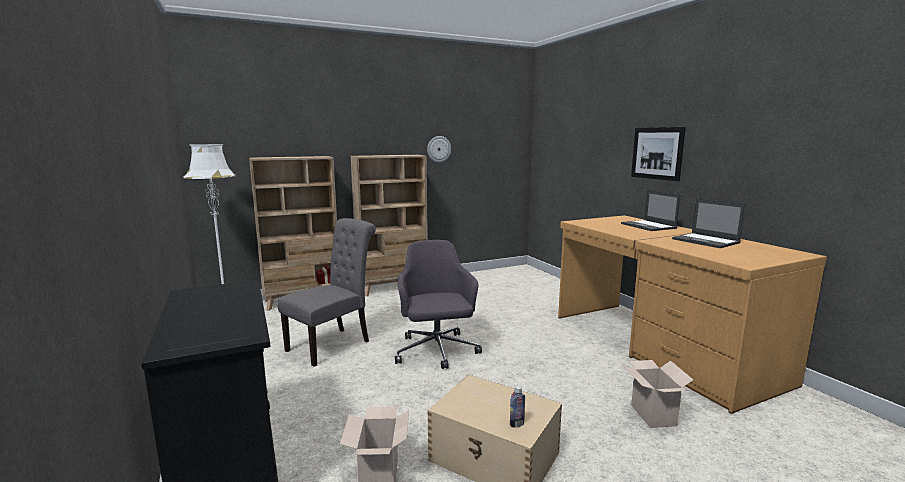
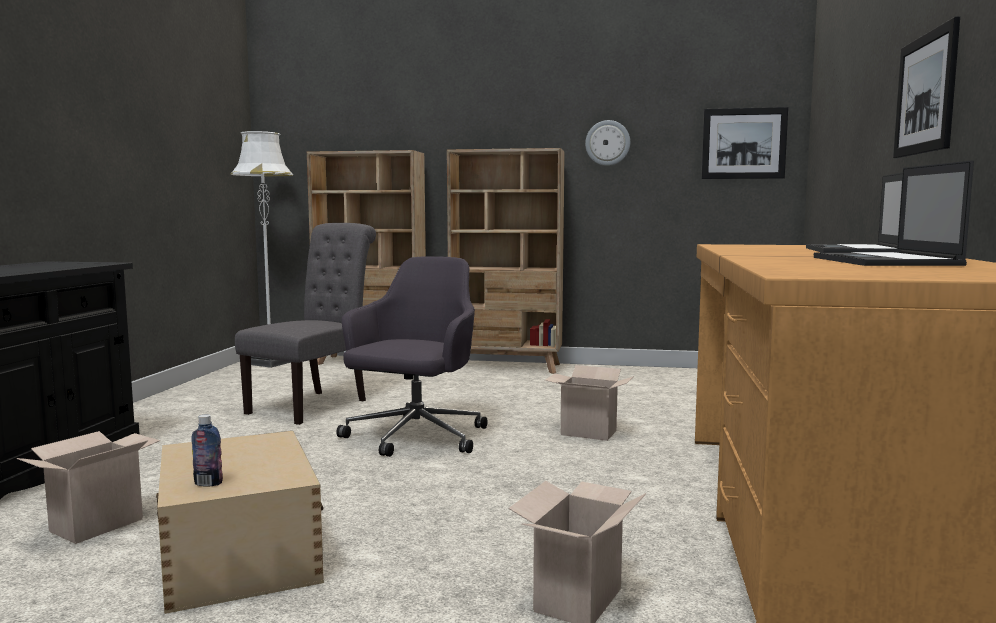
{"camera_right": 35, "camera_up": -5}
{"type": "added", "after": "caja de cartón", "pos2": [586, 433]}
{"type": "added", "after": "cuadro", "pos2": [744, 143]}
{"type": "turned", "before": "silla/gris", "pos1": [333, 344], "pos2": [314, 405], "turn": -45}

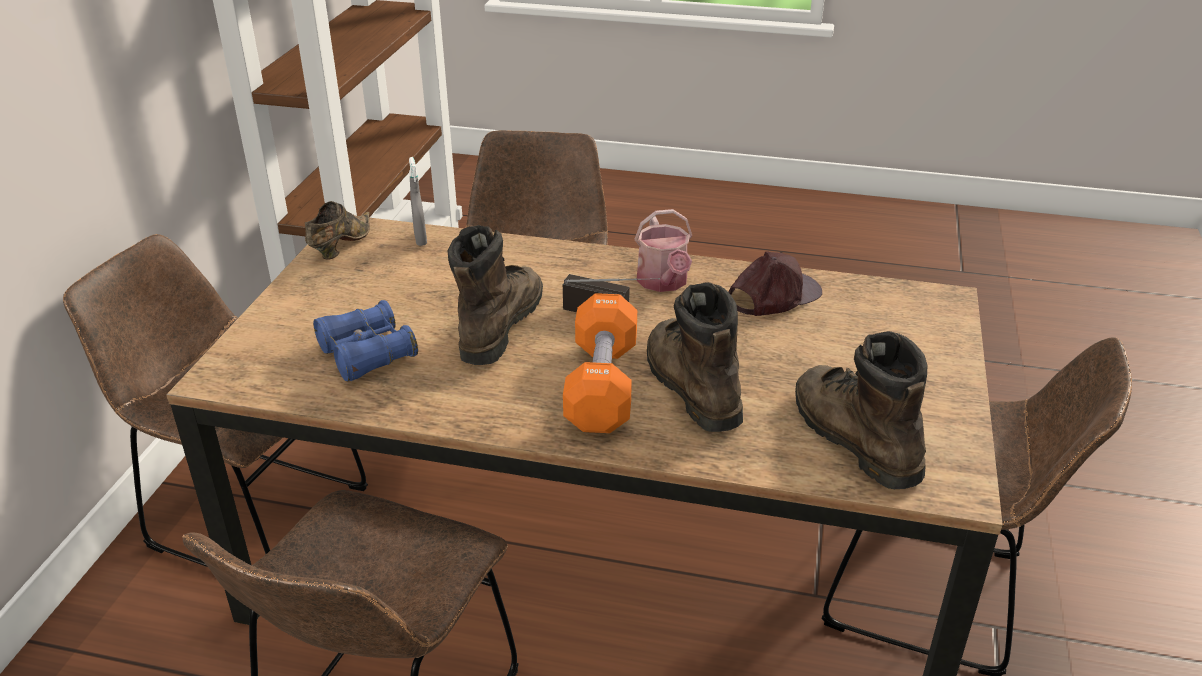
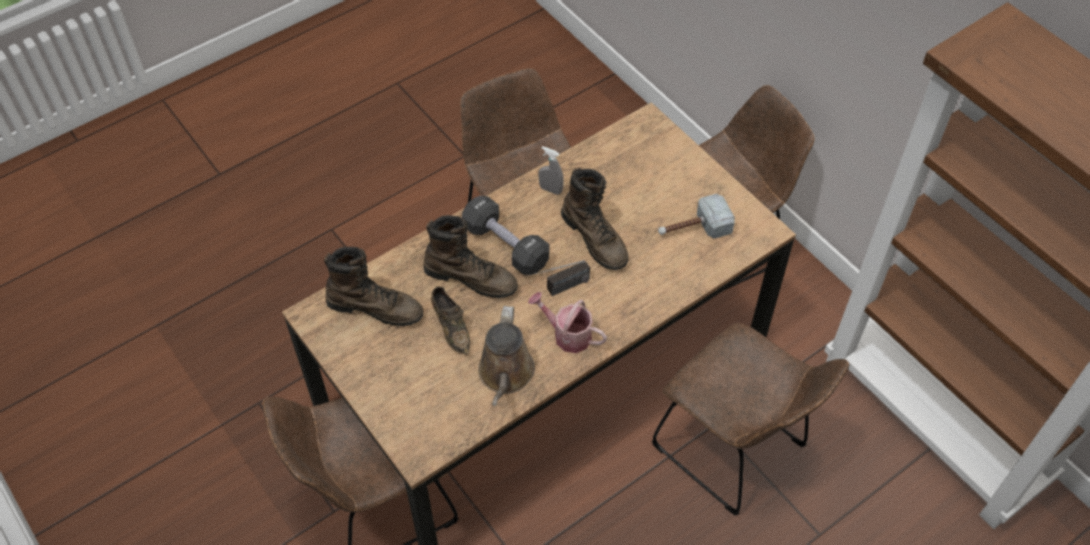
{"camera_right": 130, "camera_up": 20}
{"type": "removed", "before": "prismáticos/azul", "pos1": [367, 354]}
{"type": "added", "after": "martillo", "pos2": [693, 229]}
{"type": "moved", "before": "zapato/marrón", "pos1": [339, 246], "pos2": [451, 328]}
{"type": "moved", "before": "pulverizador/gris", "pos1": [420, 239], "pos2": [550, 190]}
{"type": "replaced", "before": "gorra/marrón", "after": "regadera/marrón", "pos1": [773, 295], "pos2": [506, 375]}
{"type": "recoloured", "before": "mancuerna/naranja", "after": "mancuerna/negro", "pos1": [602, 385], "pos2": [505, 245]}

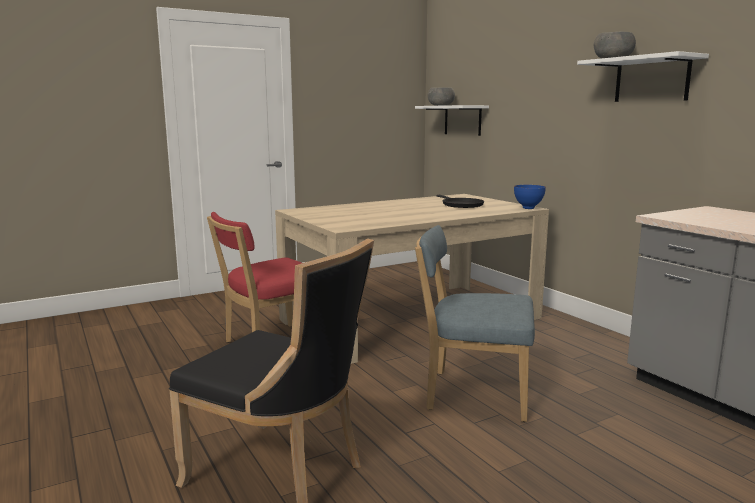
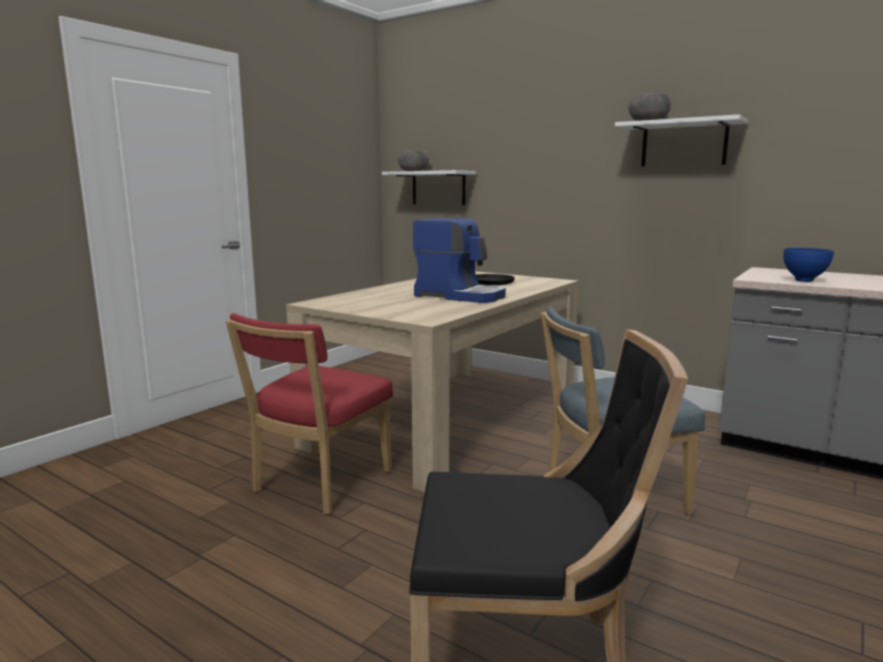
{"camera_right": -25, "camera_up": 0}
{"type": "added", "after": "cafetera", "pos2": [460, 296]}
{"type": "moved", "before": "cuenco/azul", "pos1": [527, 208], "pos2": [802, 281]}

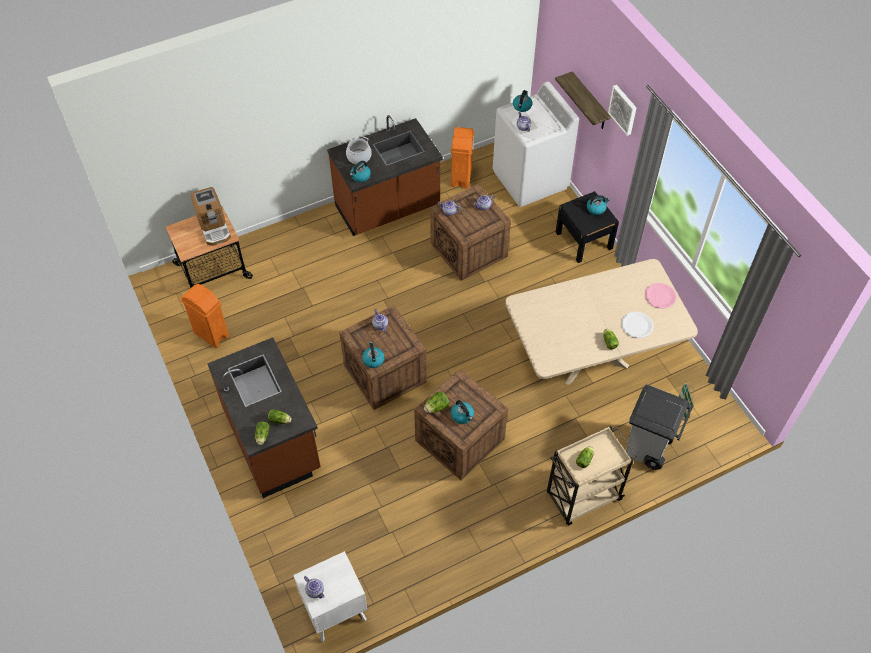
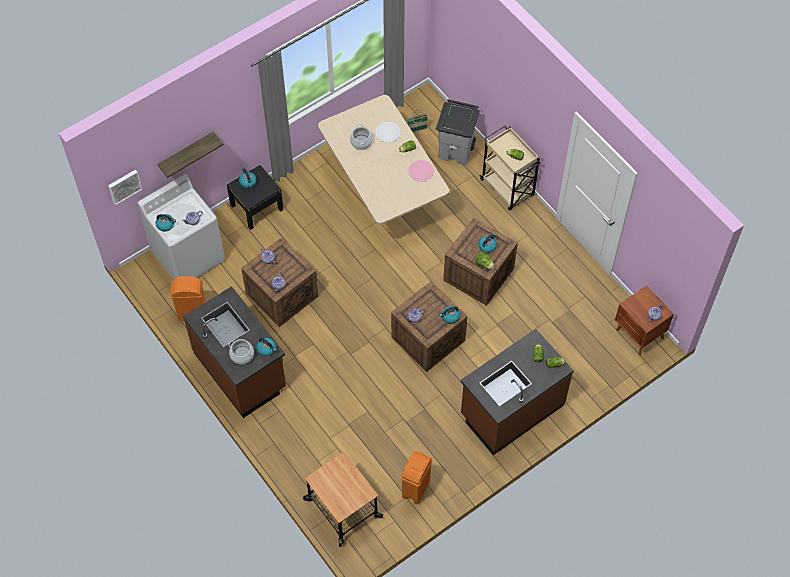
{"camera_right": -100, "camera_up": 5}
{"type": "removed", "before": "cafetera", "pos1": [214, 227]}
{"type": "added", "after": "olla", "pos2": [361, 142]}
{"type": "moved", "before": "cuadro", "pos1": [623, 109], "pos2": [124, 186]}
{"type": "moved", "before": "plato/rosa", "pos1": [660, 296], "pos2": [421, 171]}
{"type": "recoloured", "before": "mesita de noche/blanco", "after": "mesita de noche/marrón", "pos1": [334, 611], "pos2": [639, 334]}

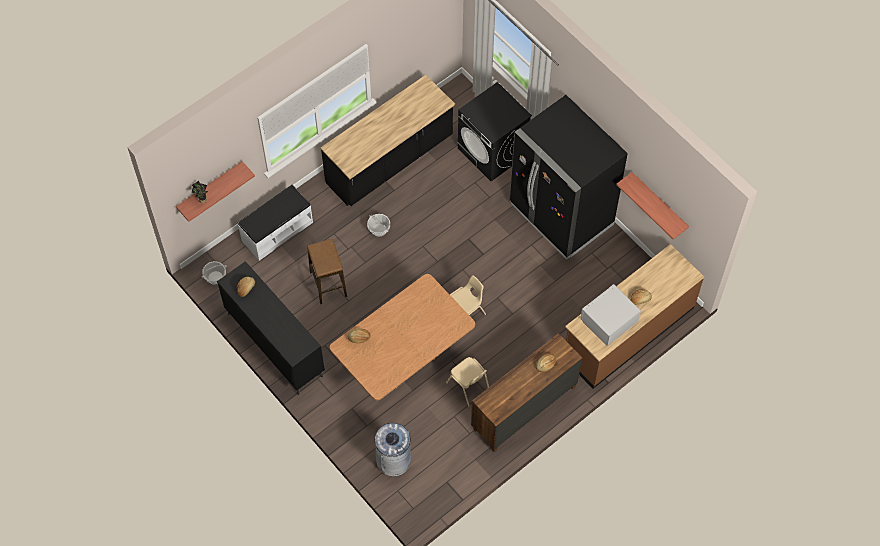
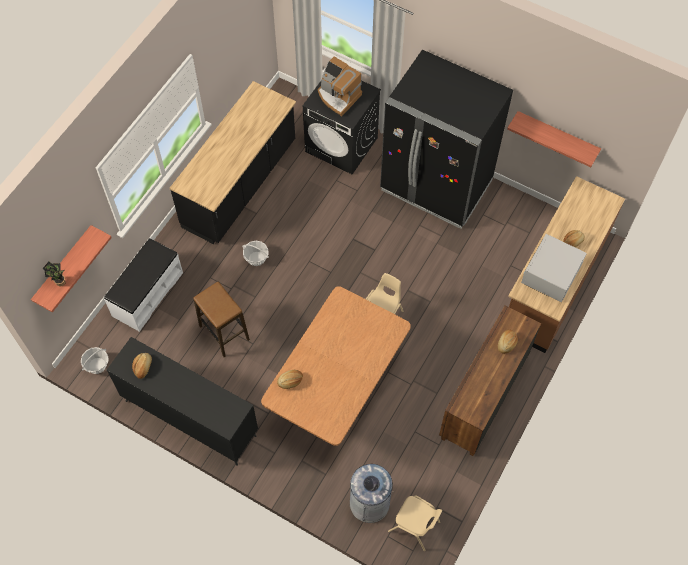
{"camera_right": -20, "camera_up": 0}
{"type": "added", "after": "cafetera", "pos2": [338, 96]}
{"type": "moved", "before": "silla/beis", "pos1": [468, 386], "pos2": [414, 527]}

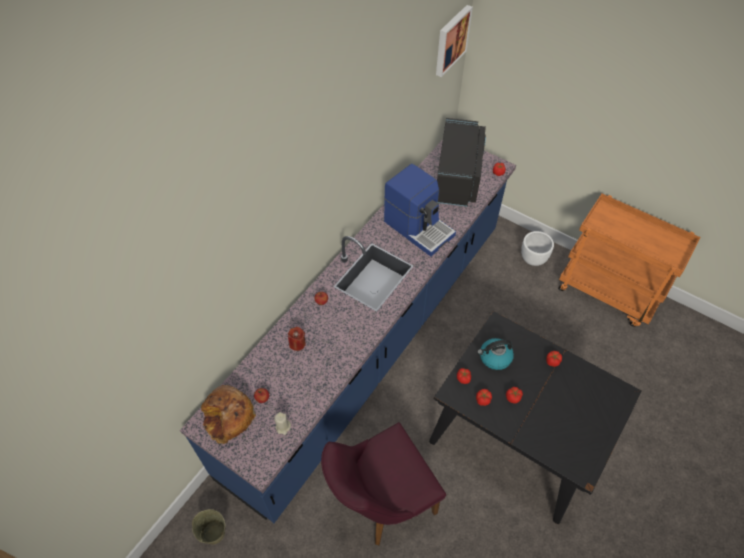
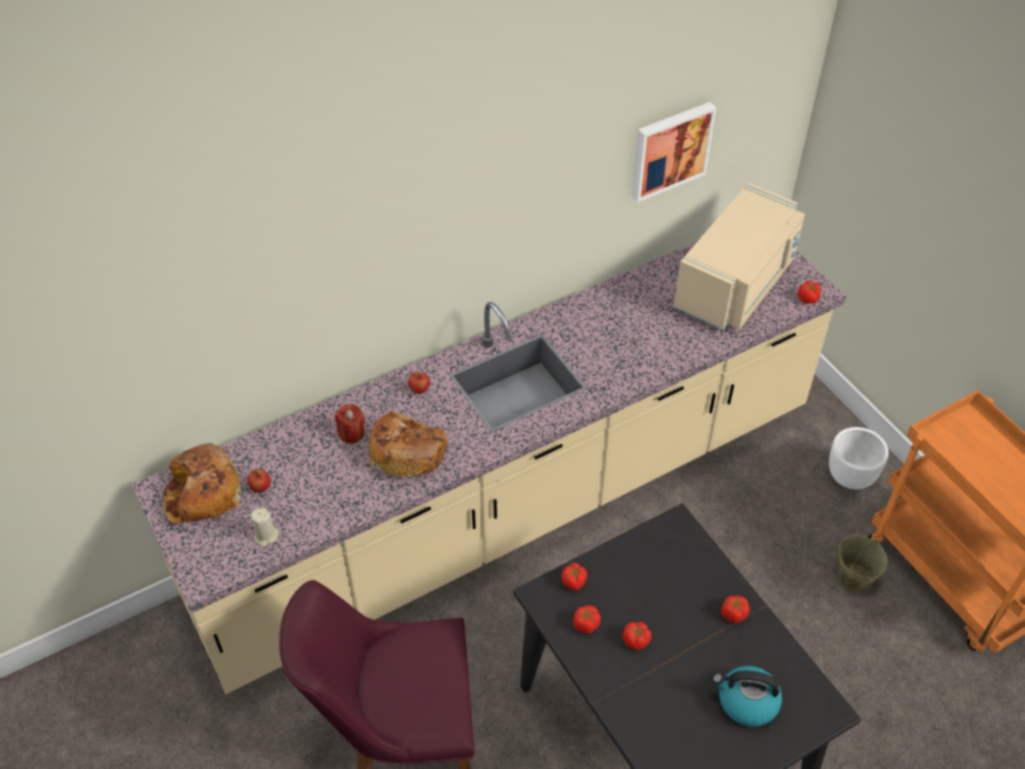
{"camera_right": 25, "camera_up": -5}
{"type": "removed", "before": "cafetera", "pos1": [419, 227]}
{"type": "added", "after": "pan", "pos2": [407, 451]}
{"type": "moved", "before": "cubo/beis", "pos1": [213, 532], "pos2": [853, 577]}
{"type": "moved", "before": "cuadro", "pos1": [451, 40], "pos2": [670, 149]}
{"type": "moved", "before": "hervidor", "pos1": [494, 358], "pos2": [746, 702]}
{"type": "recoloured", "before": "mueble bajo de cocina/azul", "after": "mueble bajo de cocina/beis", "pos1": [372, 344], "pos2": [512, 507]}
{"type": "recoloured", "before": "microondas/negro", "after": "microondas/beis", "pos1": [458, 177], "pos2": [736, 285]}

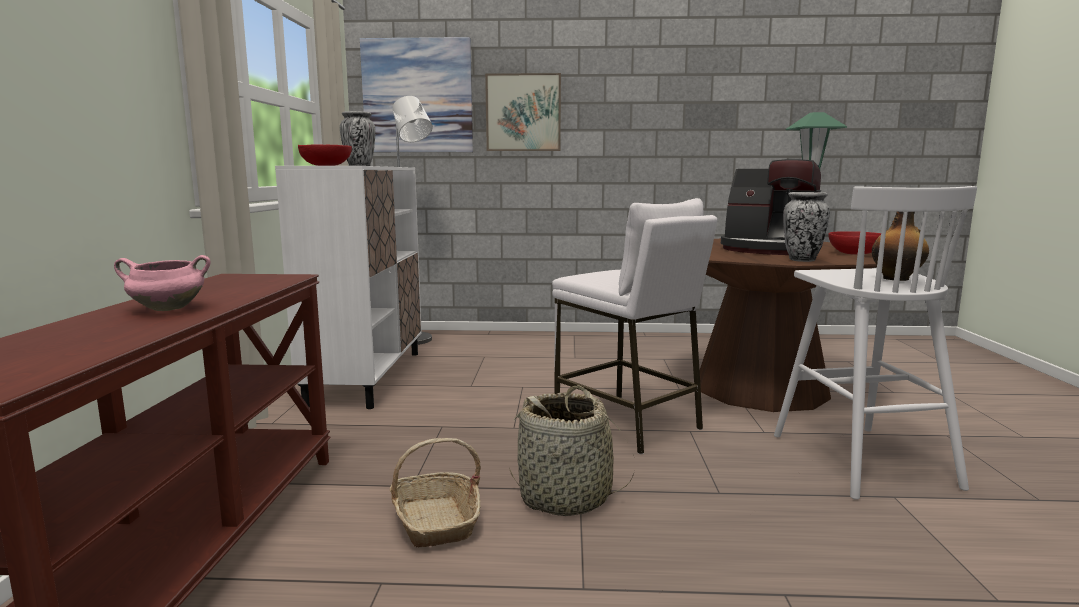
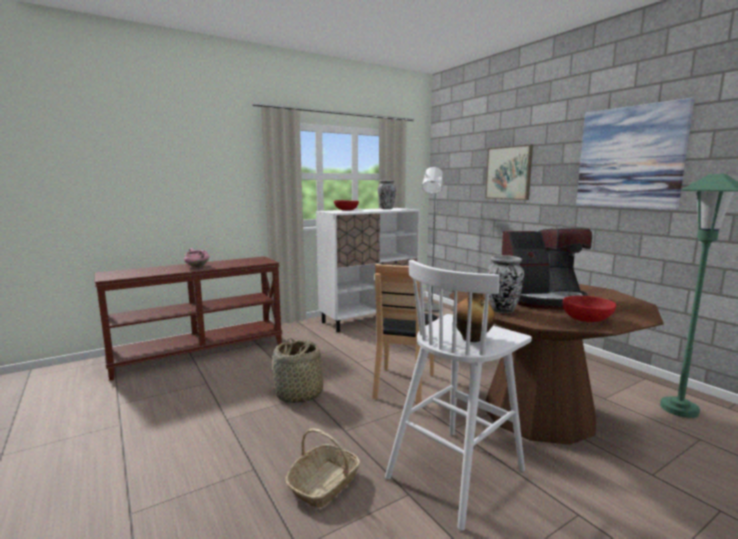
{"camera_right": 55, "camera_up": 0}
{"type": "moved", "before": "cuadro", "pos1": [417, 96], "pos2": [629, 158]}
{"type": "moved", "before": "cesta", "pos1": [435, 521], "pos2": [324, 484]}
{"type": "replaced", "before": "taburete/blanco", "after": "silla/marrón", "pos1": [627, 423], "pos2": [403, 385]}
{"type": "turned", "before": "cafetera", "pos1": [768, 249], "pos2": [541, 299], "turn": -90}

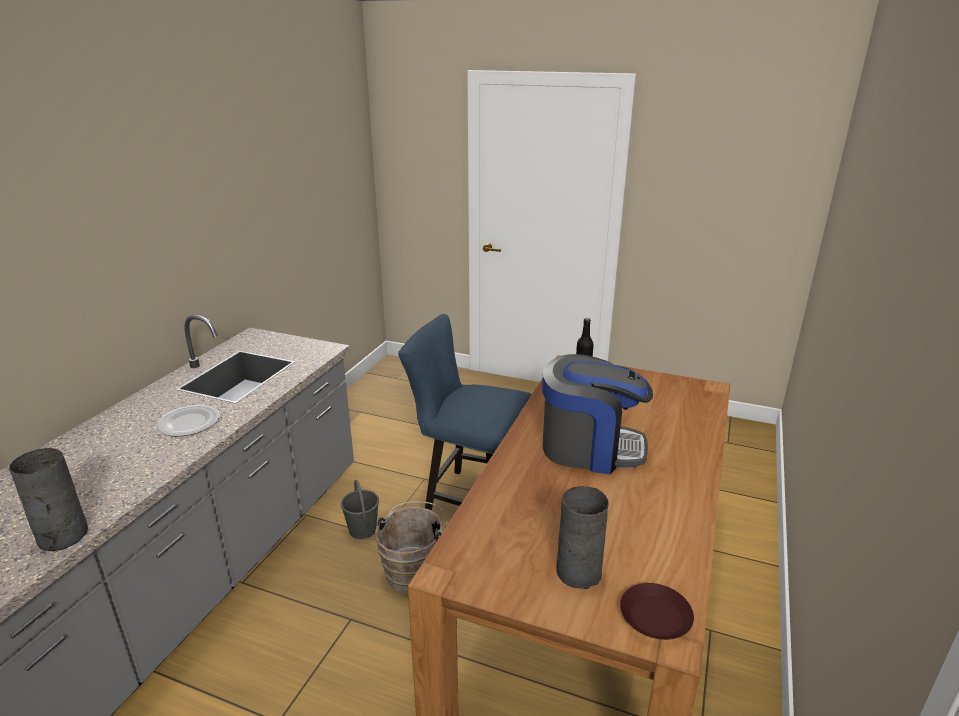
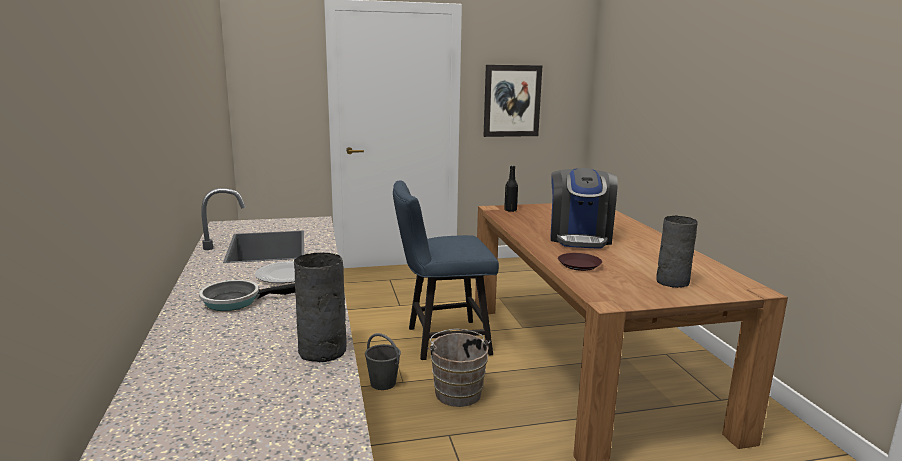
{"camera_right": -35, "camera_up": -10}
{"type": "added", "after": "sartén", "pos2": [236, 301]}
{"type": "added", "after": "cuadro", "pos2": [512, 101]}
{"type": "moved", "before": "plato/marrón", "pos1": [654, 616], "pos2": [578, 265]}
{"type": "turned", "before": "cafetera", "pos1": [590, 448], "pos2": [580, 238], "turn": 120}

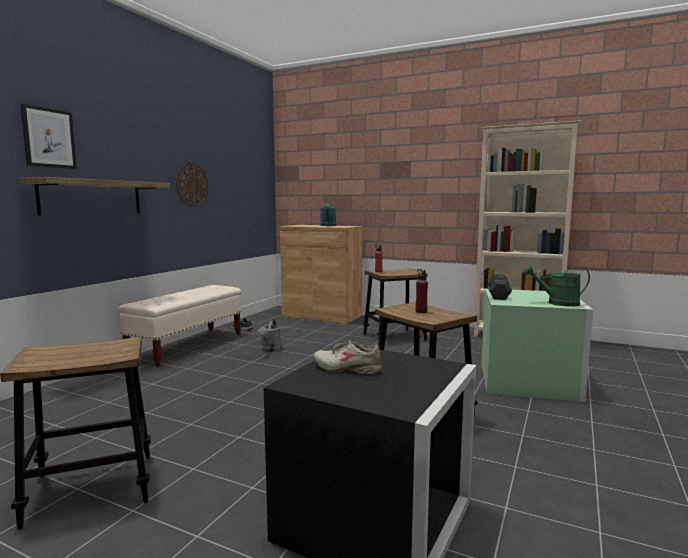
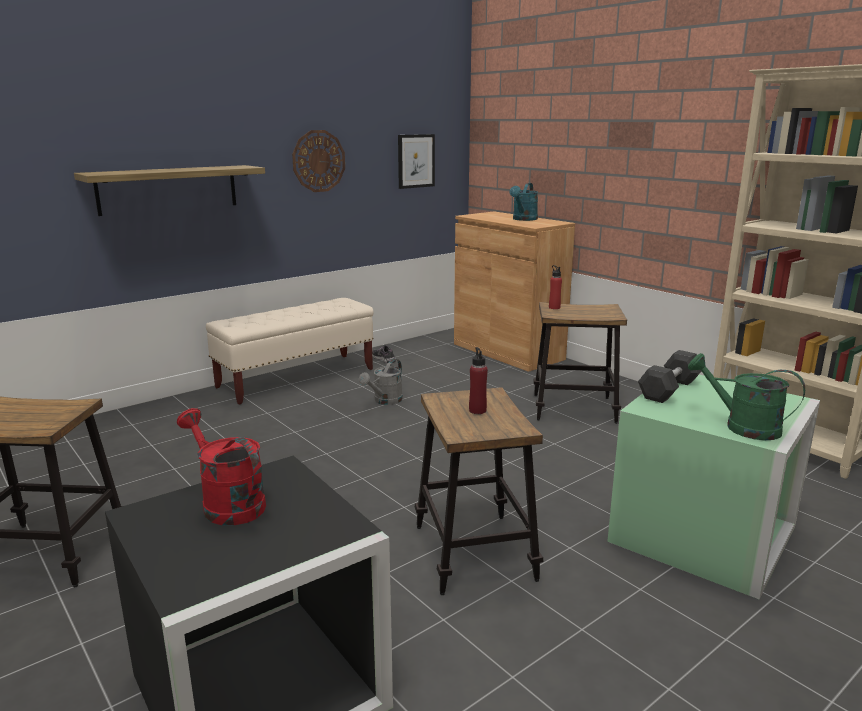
{"camera_right": 25, "camera_up": 10}
{"type": "moved", "before": "cuadro", "pos1": [49, 138], "pos2": [416, 161]}
{"type": "replaced", "before": "zapato/beis", "after": "regadera/rojo", "pos1": [347, 369], "pos2": [227, 503]}

